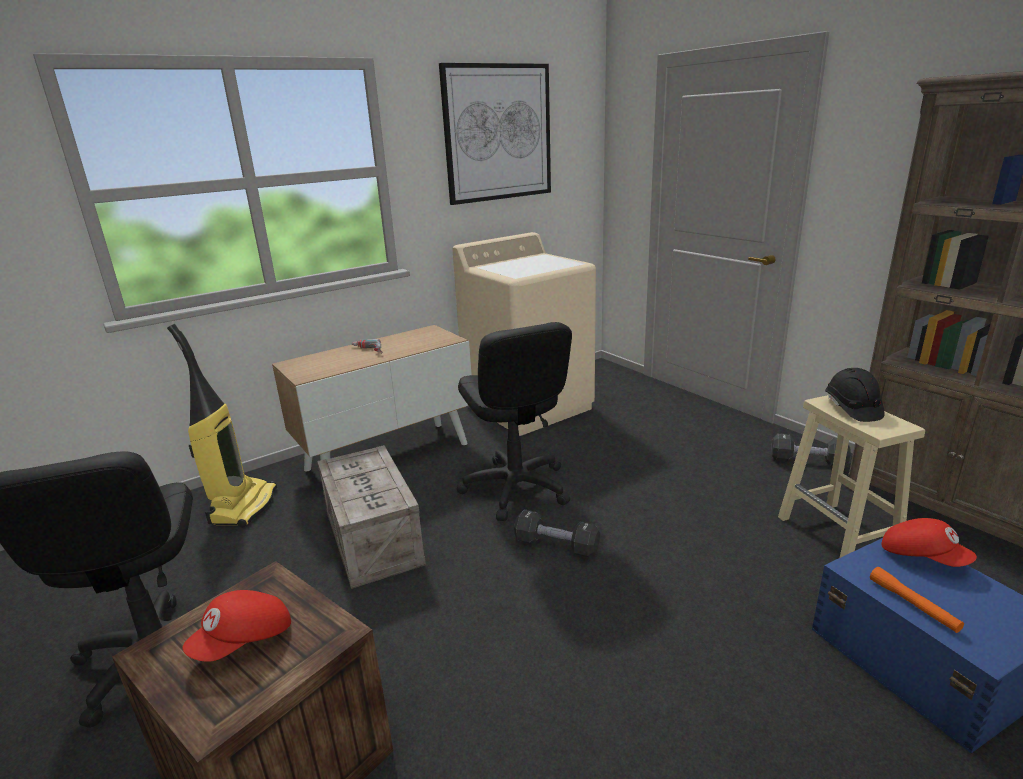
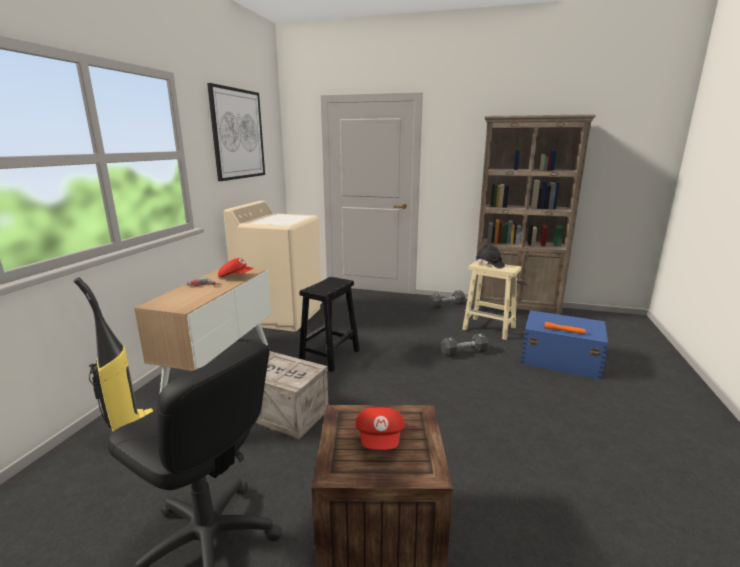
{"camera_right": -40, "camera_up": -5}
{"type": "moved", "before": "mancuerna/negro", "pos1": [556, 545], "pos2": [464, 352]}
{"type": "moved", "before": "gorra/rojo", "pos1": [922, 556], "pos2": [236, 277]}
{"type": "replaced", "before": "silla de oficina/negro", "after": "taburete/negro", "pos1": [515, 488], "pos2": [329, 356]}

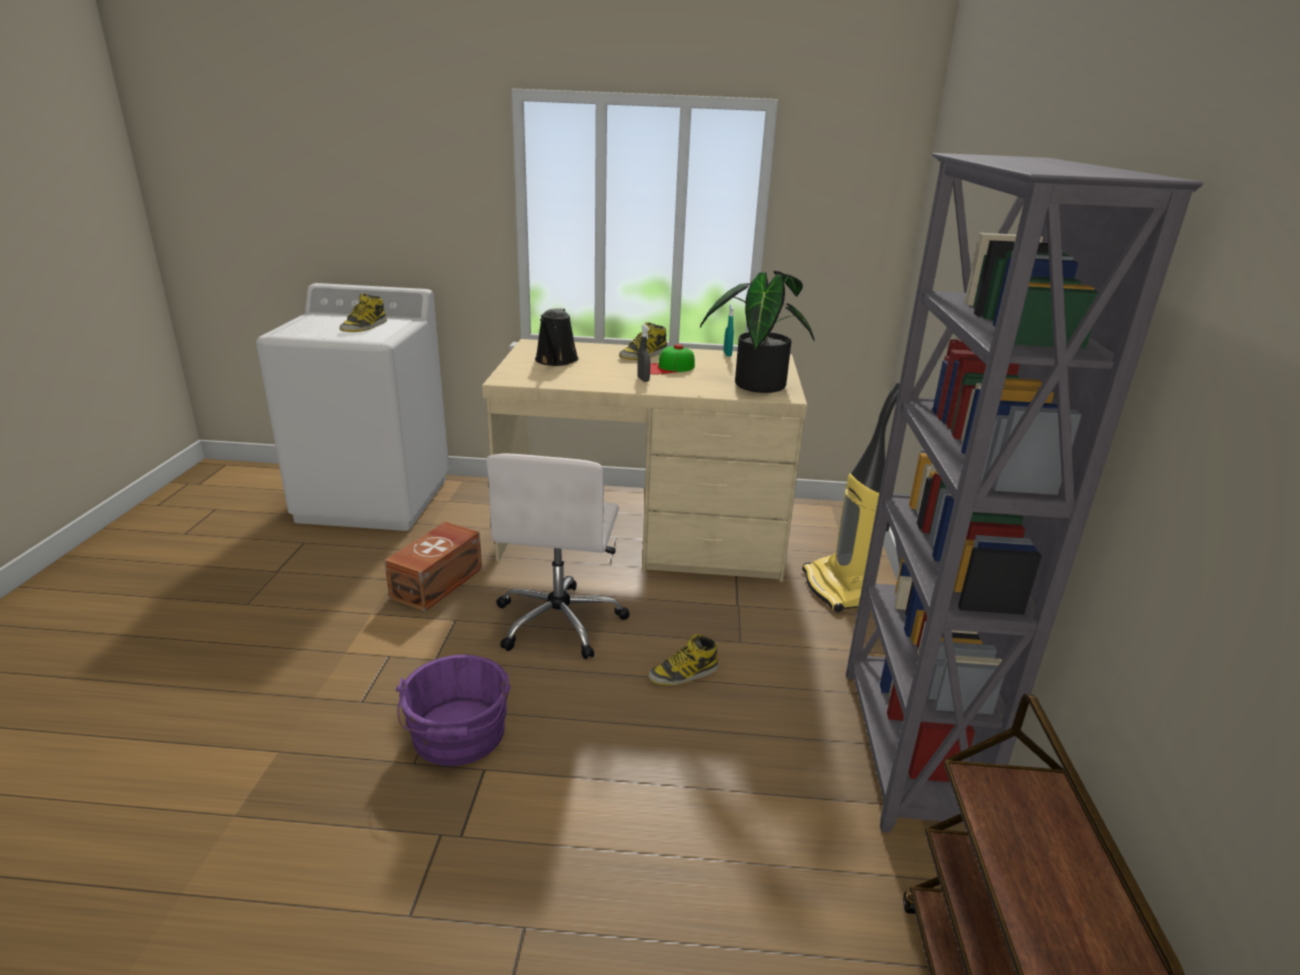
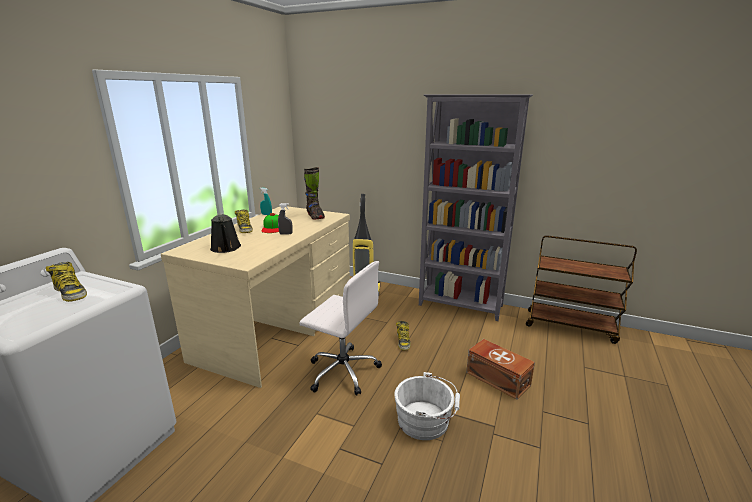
{"camera_right": -70, "camera_up": -5}
{"type": "moved", "before": "caja de almacenaje/marrón", "pos1": [439, 583], "pos2": [497, 378]}
{"type": "replaced", "before": "planta en maceta", "after": "bota/negro", "pos1": [755, 383], "pos2": [315, 216]}
{"type": "recoloured", "before": "cubo/morado", "after": "cubo/blanco", "pos1": [458, 737], "pos2": [426, 421]}
{"type": "turned", "before": "regadera/negro", "pos1": [555, 361], "pos2": [226, 248], "turn": 45}

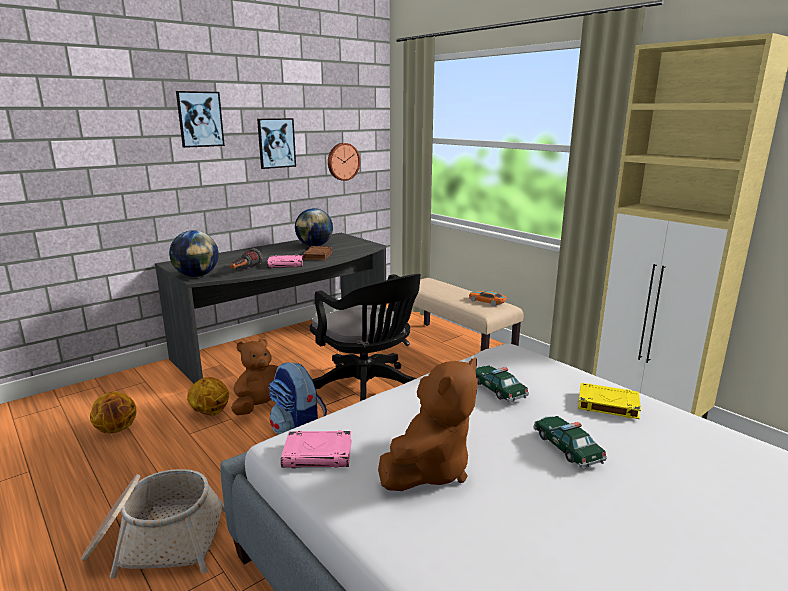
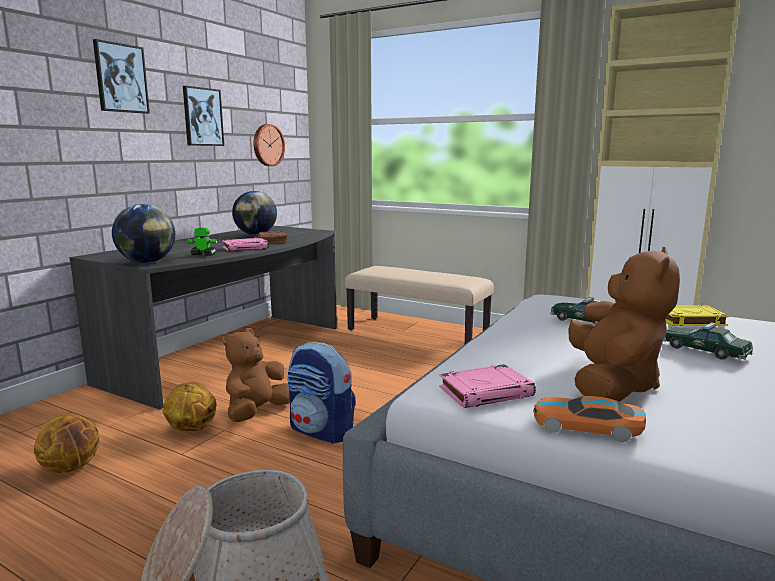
{"camera_right": -20, "camera_up": -5}
{"type": "removed", "before": "silla de oficina/negro", "pos1": [368, 390]}
{"type": "moved", "before": "coche de juguete", "pos1": [487, 301], "pos2": [586, 427]}
{"type": "replaced", "before": "linterna", "after": "robot de juguete", "pos1": [245, 270], "pos2": [203, 255]}

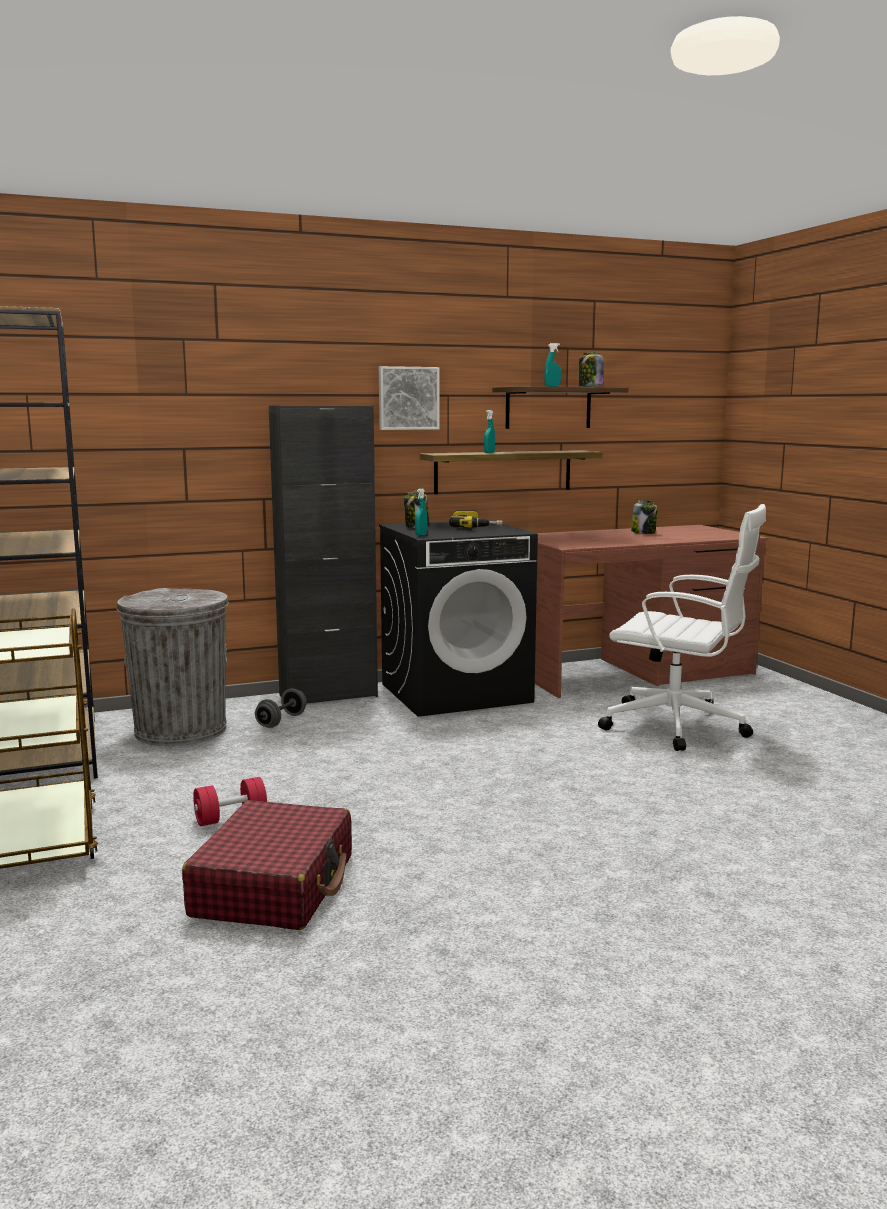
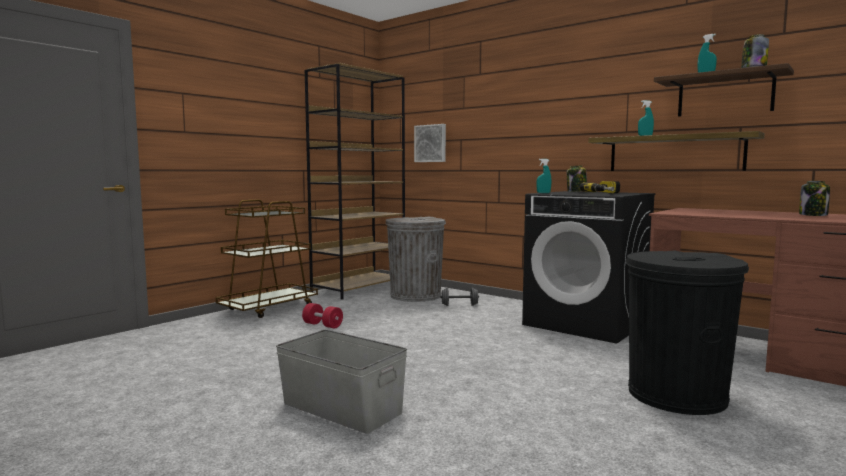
{"camera_right": 60, "camera_up": -5}
{"type": "removed", "before": "maleta/rojo", "pos1": [274, 886]}
{"type": "removed", "before": "armario/negro", "pos1": [328, 696]}
{"type": "added", "after": "caja de almacenaje/gris", "pos2": [342, 408]}
{"type": "moved", "before": "cuadro", "pos1": [408, 398], "pos2": [431, 143]}
{"type": "replaced", "before": "silla de oficina/blanco", "after": "papelera/negro", "pos1": [678, 726], "pos2": [676, 395]}

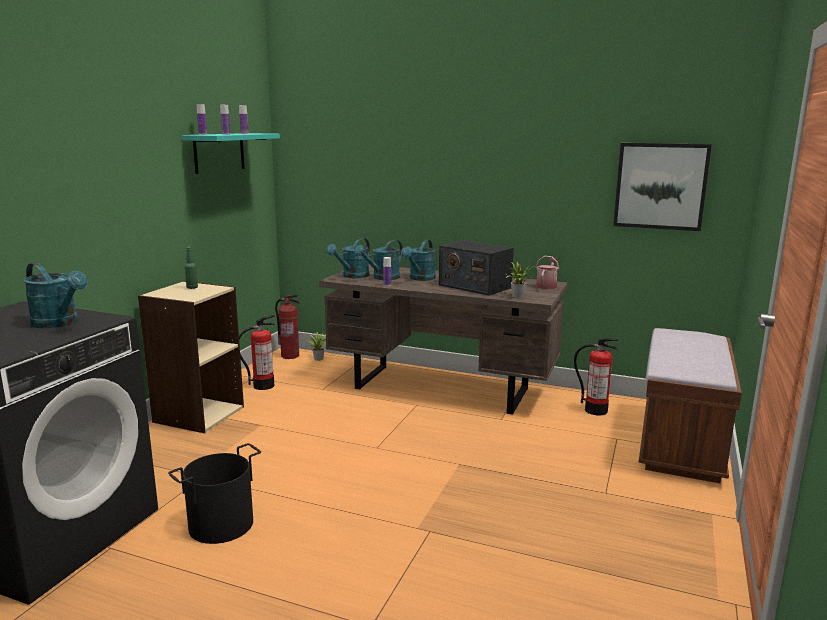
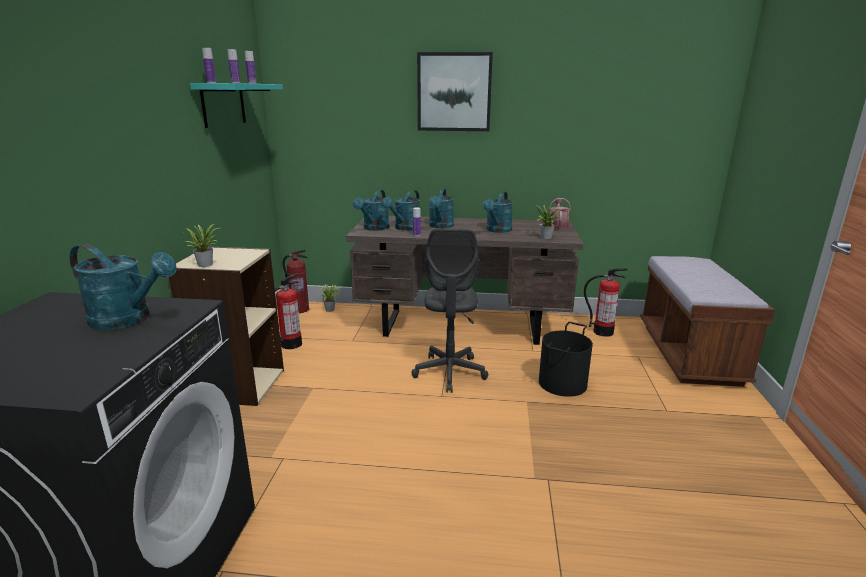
{"camera_right": -15, "camera_up": 5}
{"type": "removed", "before": "botella/verde", "pos1": [192, 287]}
{"type": "added", "after": "planta en maceta", "pos2": [205, 264]}
{"type": "added", "after": "silla de oficina/gris", "pos2": [450, 372]}
{"type": "moved", "before": "cubo/negro", "pos1": [221, 524], "pos2": [563, 383]}
{"type": "moved", "before": "cuadro", "pos1": [660, 186], "pos2": [454, 92]}
{"type": "replaced", "before": "radio", "after": "regadera/turquesa", "pos1": [474, 286], "pos2": [497, 230]}

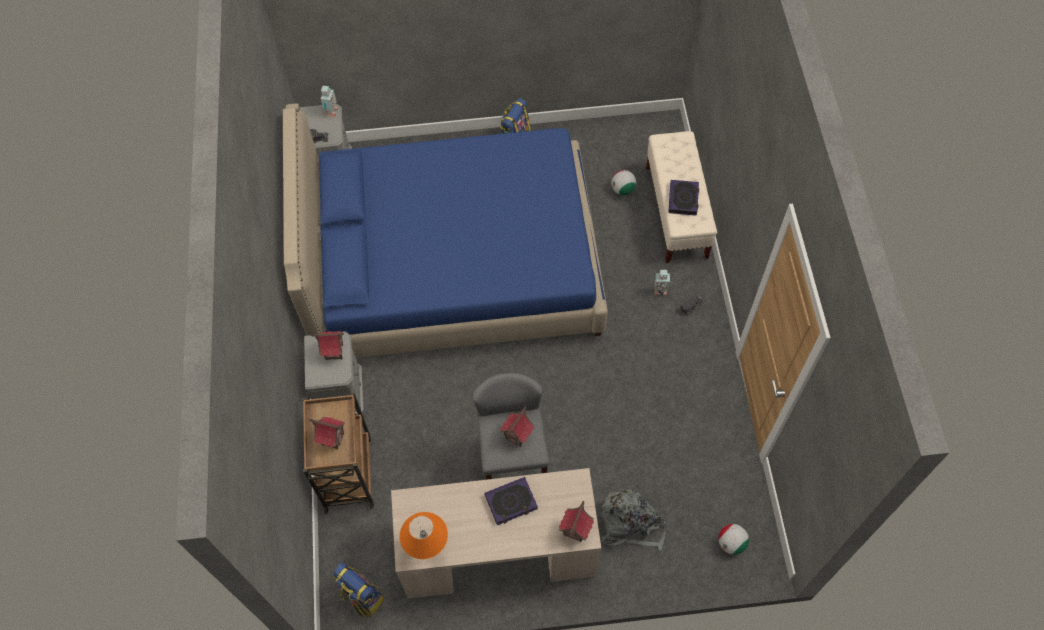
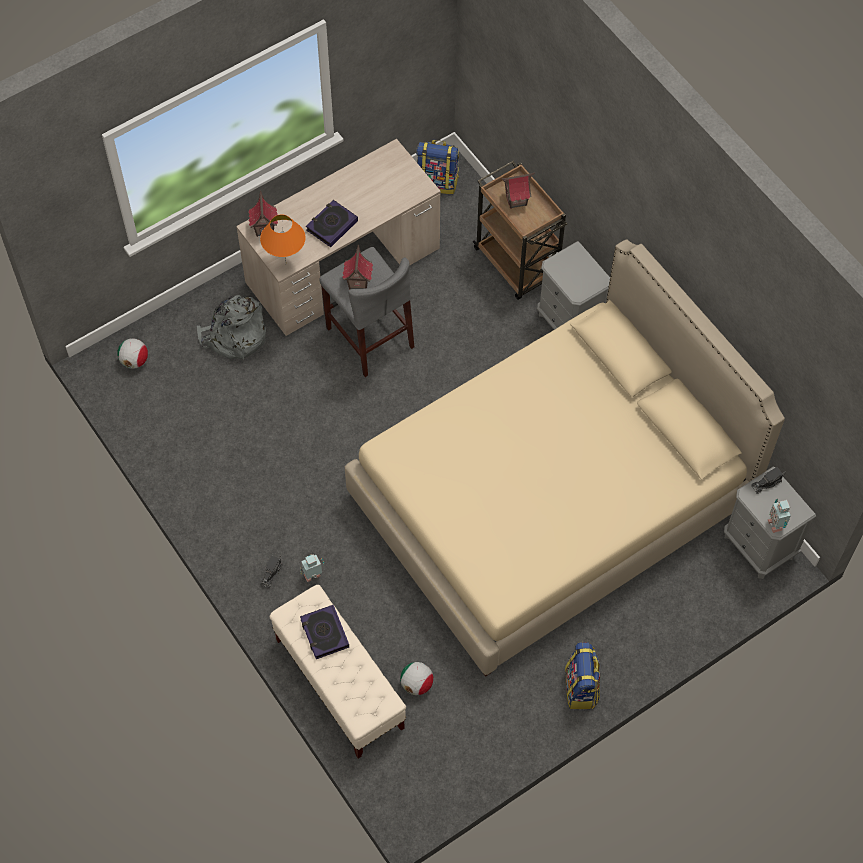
{"camera_right": 150, "camera_up": 0}
{"type": "removed", "before": "casita", "pos1": [334, 352]}
{"type": "moved", "before": "lámpara de mesa/naranja", "pos1": [428, 549], "pos2": [286, 264]}
{"type": "recoloured", "before": "cama/azul", "after": "cama/beis", "pos1": [454, 266], "pos2": [550, 500]}

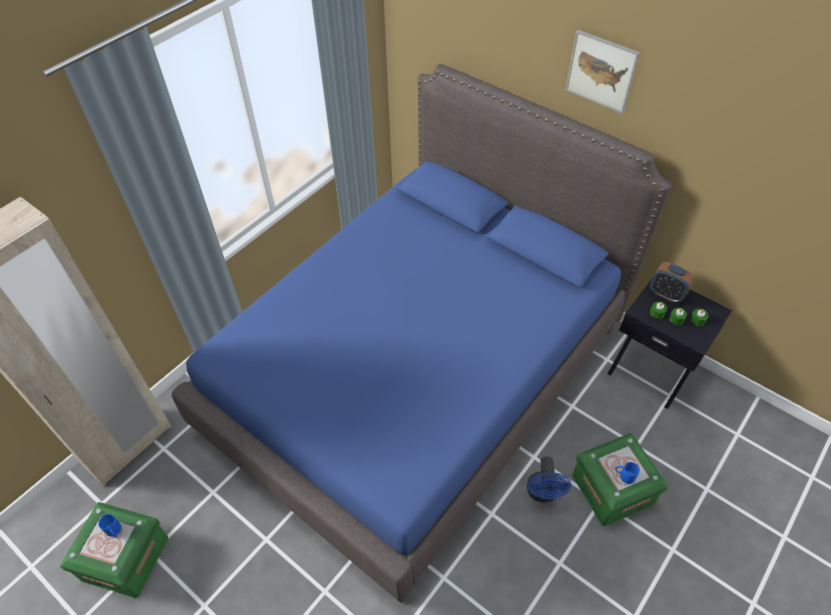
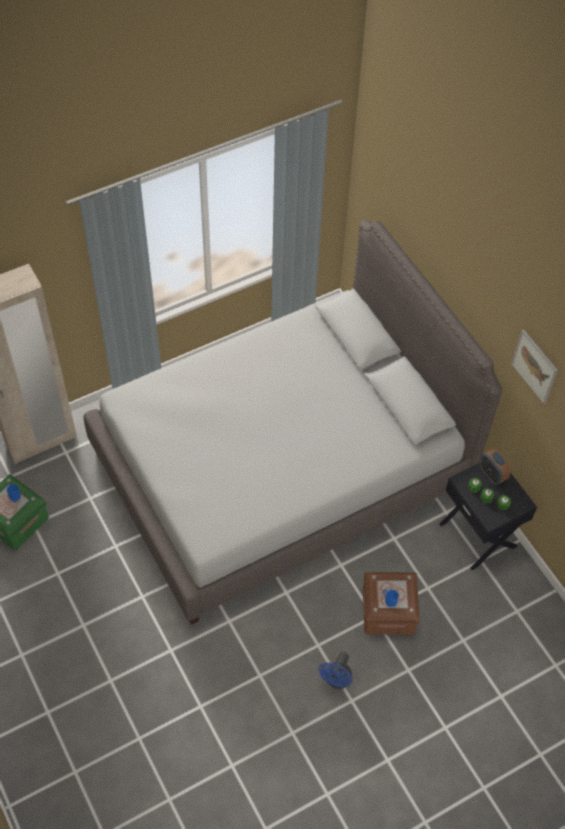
{"camera_right": 20, "camera_up": 5}
{"type": "moved", "before": "ventilador/azul", "pos1": [543, 493], "pos2": [336, 680]}
{"type": "moved", "before": "cuadro", "pos1": [601, 71], "pos2": [535, 366]}
{"type": "recoloured", "before": "cama/azul", "after": "cama/gris", "pos1": [417, 376], "pos2": [281, 468]}
{"type": "recoloured", "before": "caja de almacenaje/verde", "after": "caja de almacenaje/marrón", "pos1": [612, 489], "pos2": [388, 611]}

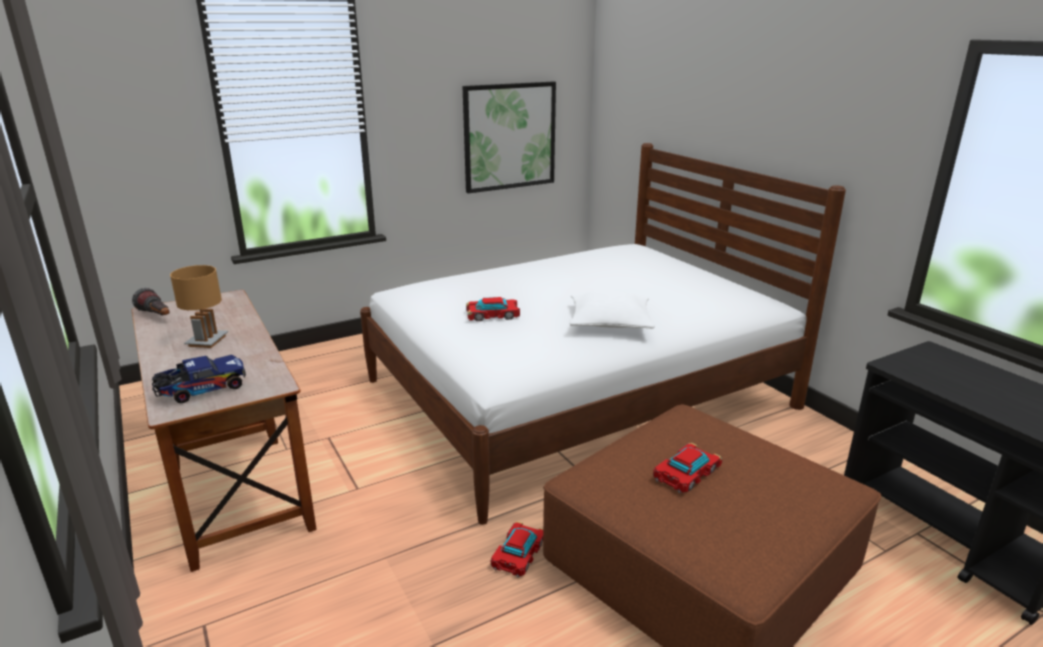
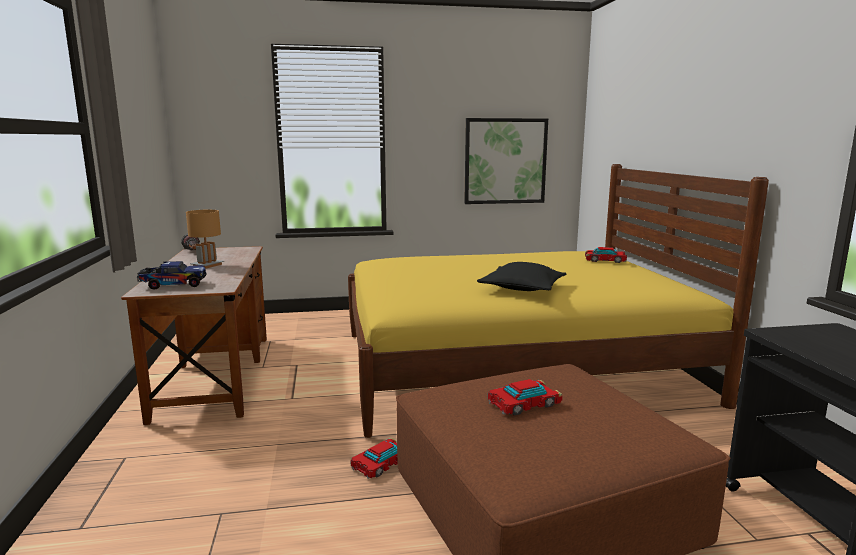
{"camera_right": 20, "camera_up": -10}
{"type": "moved", "before": "coche de juguete", "pos1": [492, 315], "pos2": [605, 260]}
{"type": "recoloured", "before": "cama/blanco", "after": "cama/amarillo", "pos1": [578, 394], "pos2": [513, 366]}
{"type": "recoloured", "before": "cojín/blanco", "after": "cojín/negro", "pos1": [610, 322], "pos2": [522, 288]}

